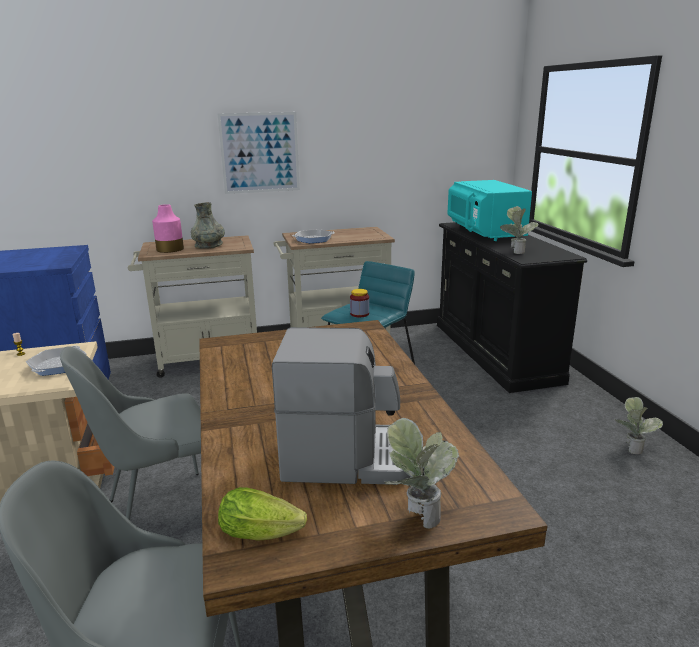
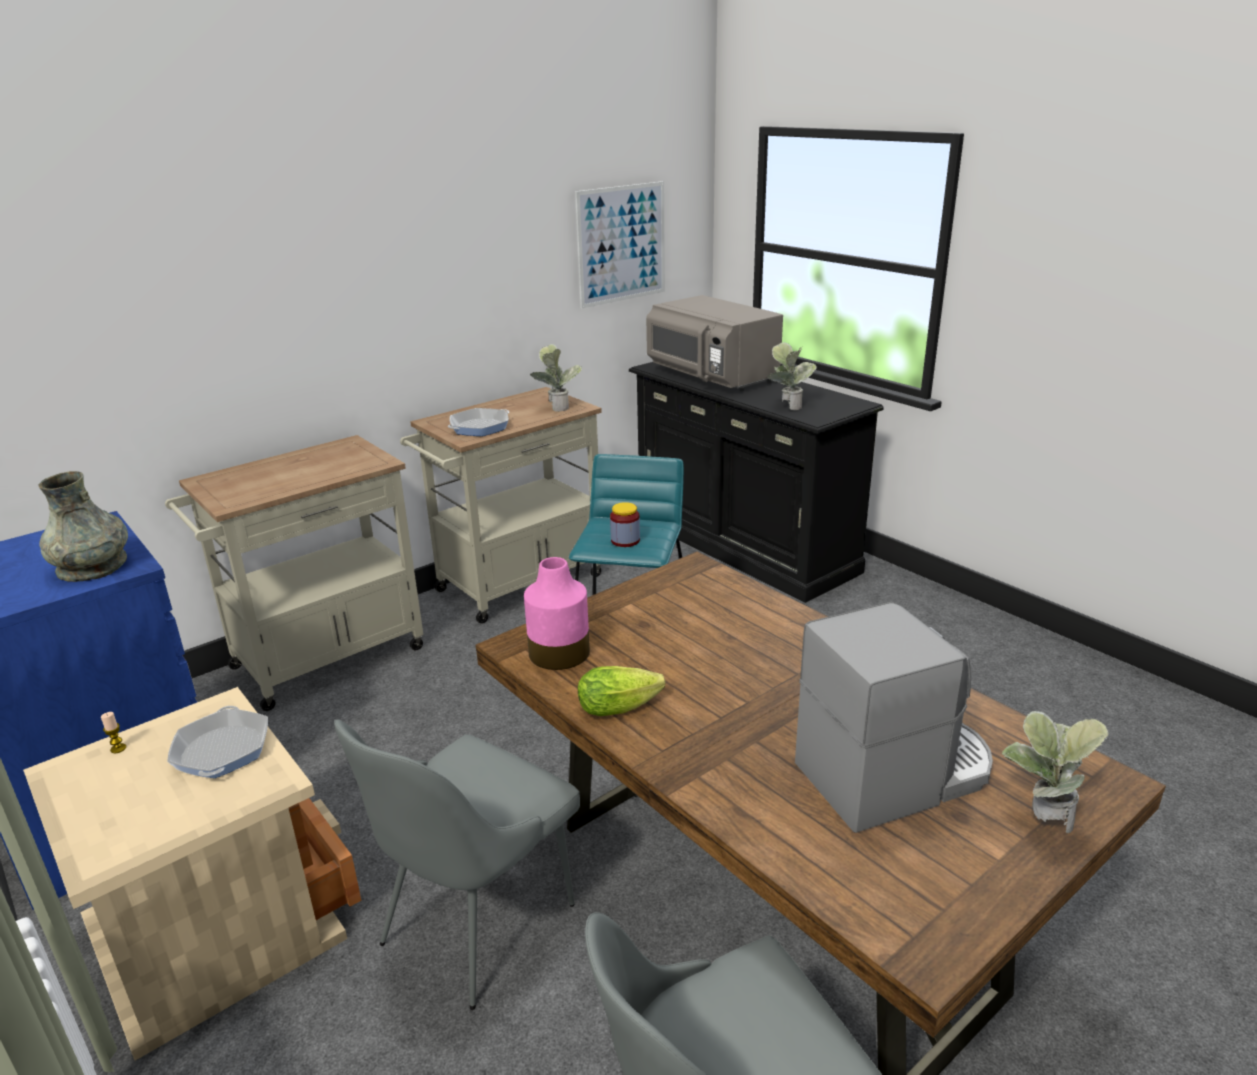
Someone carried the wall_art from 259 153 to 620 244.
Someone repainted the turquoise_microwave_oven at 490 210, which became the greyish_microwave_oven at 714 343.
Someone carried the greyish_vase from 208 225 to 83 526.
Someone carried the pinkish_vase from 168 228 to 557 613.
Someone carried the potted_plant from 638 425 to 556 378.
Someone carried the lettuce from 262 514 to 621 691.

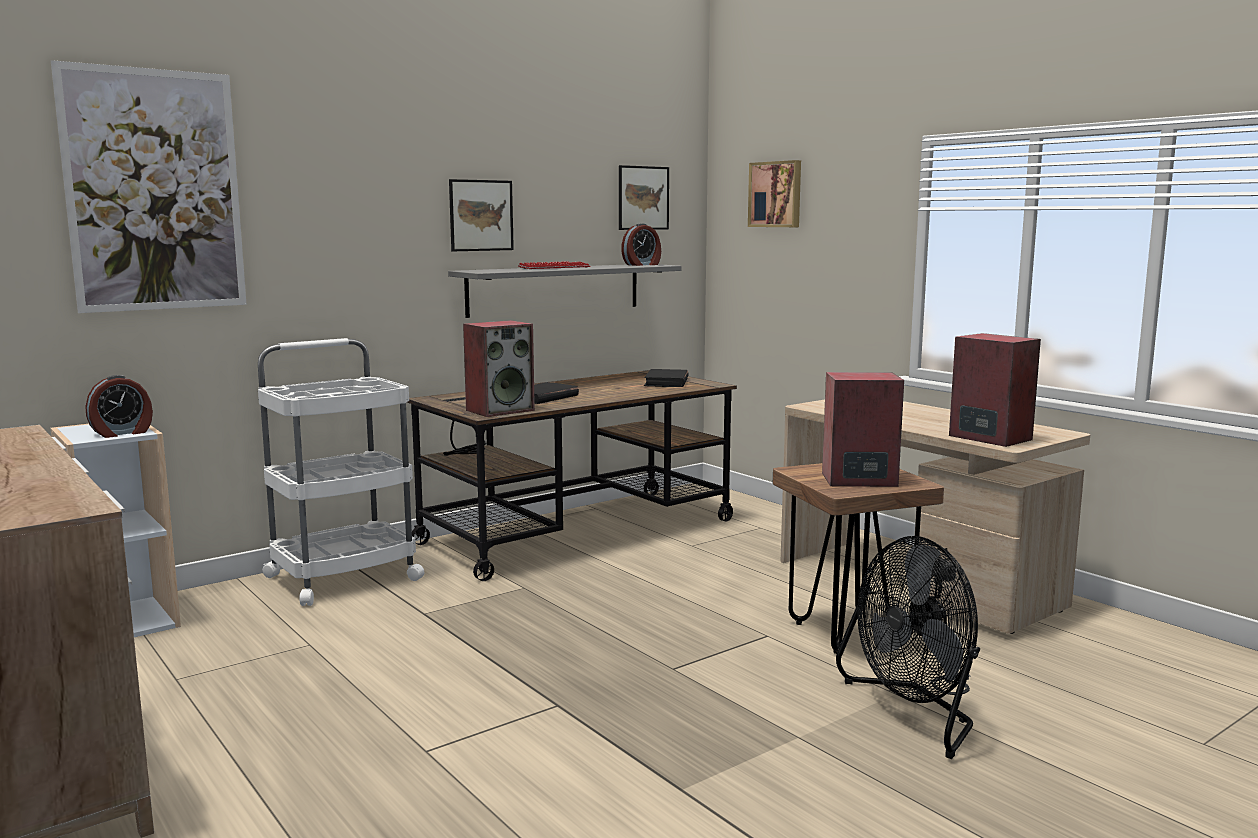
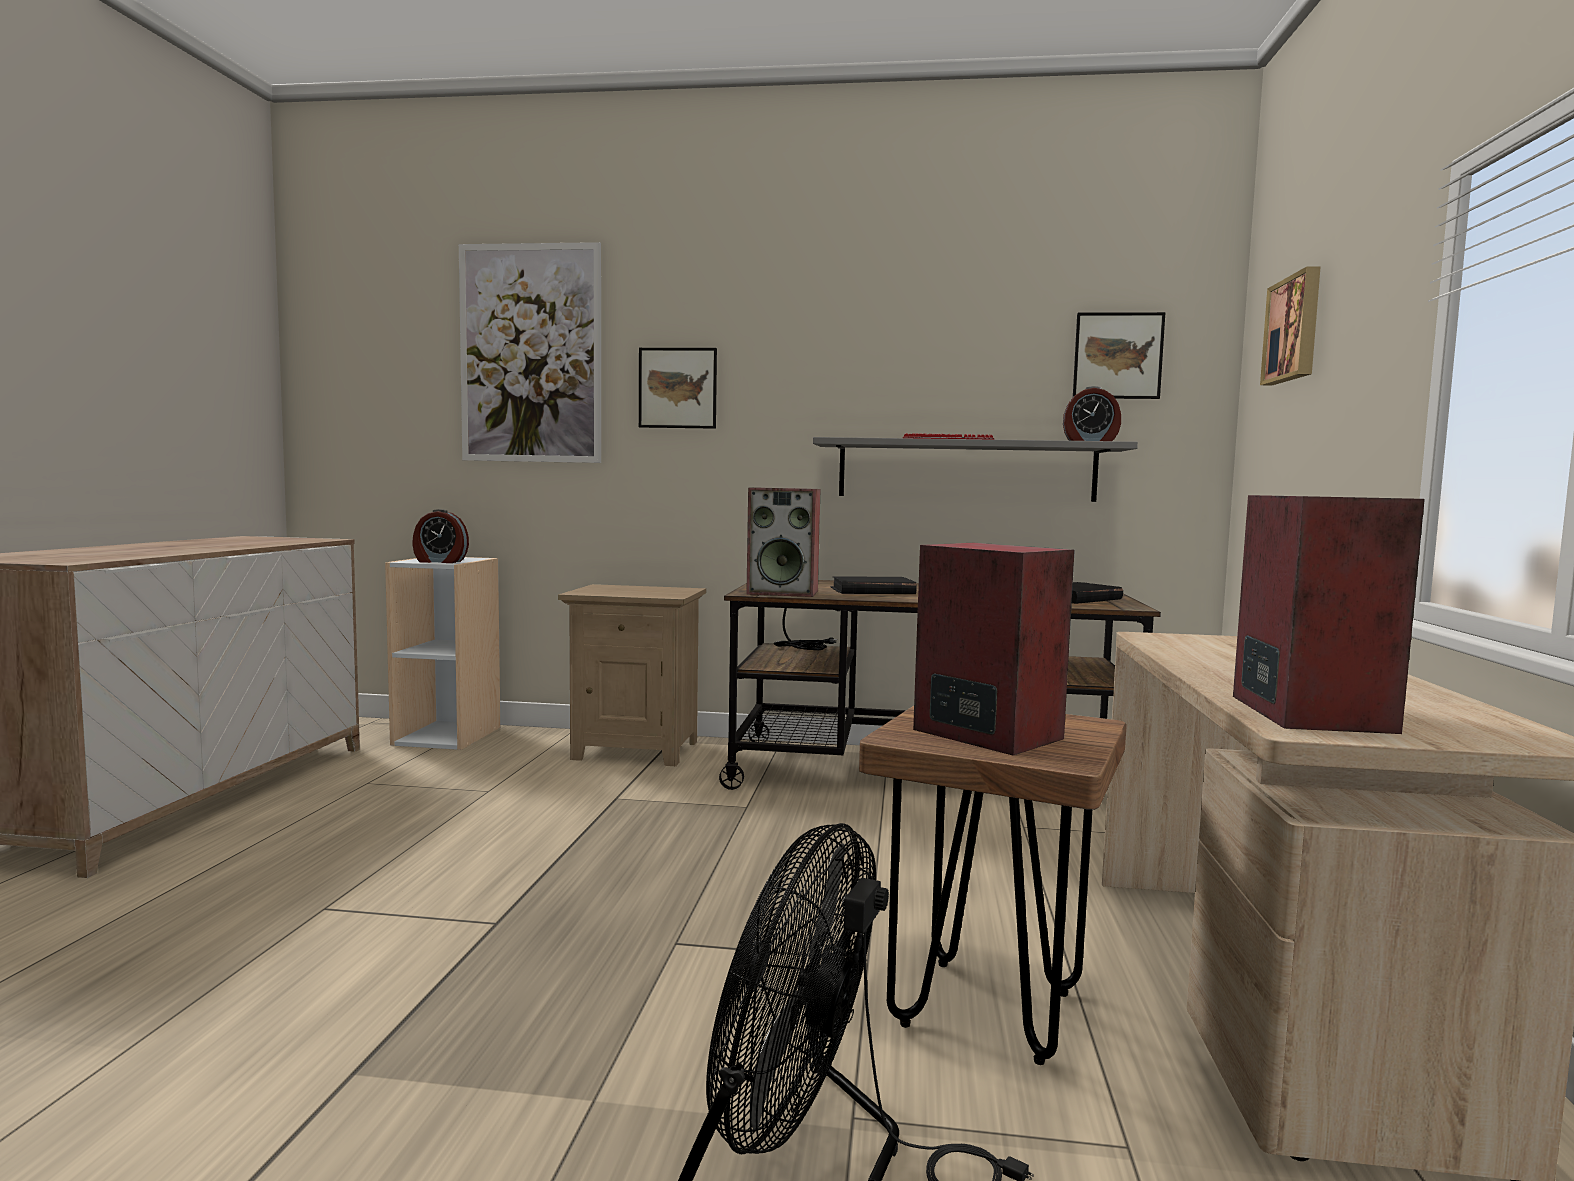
Someone carried the wall_art from 481 215 to 678 388.
Someone swapped the white-coloured_trolley at 341 472 for the sand-coloured_night_table at 632 675.

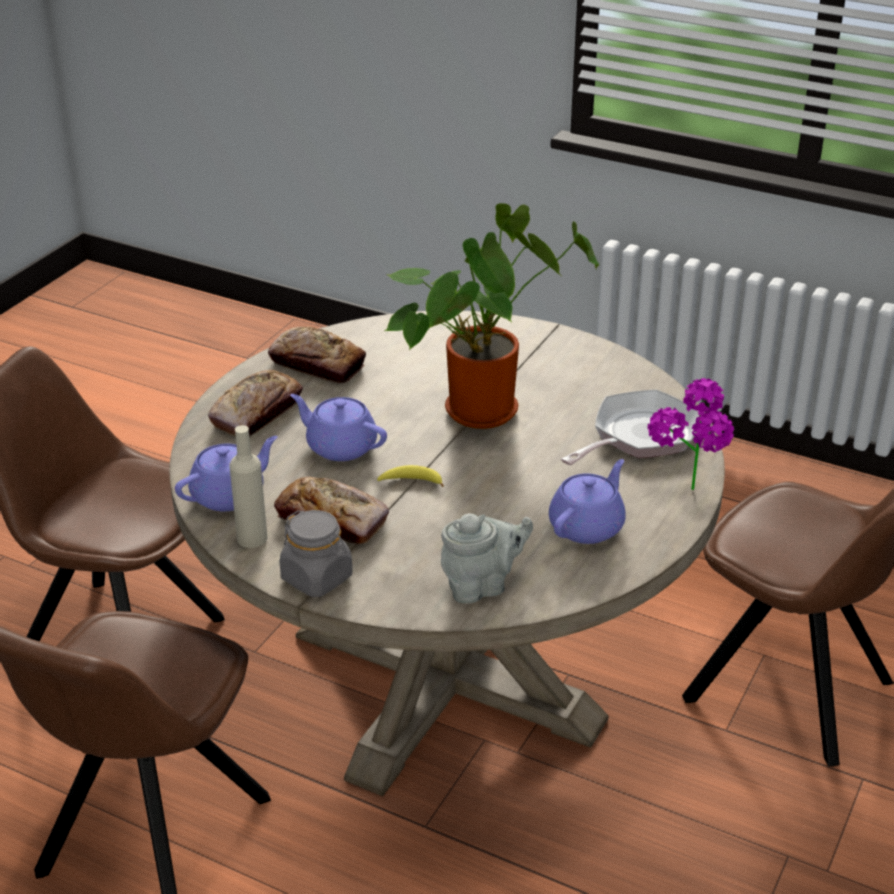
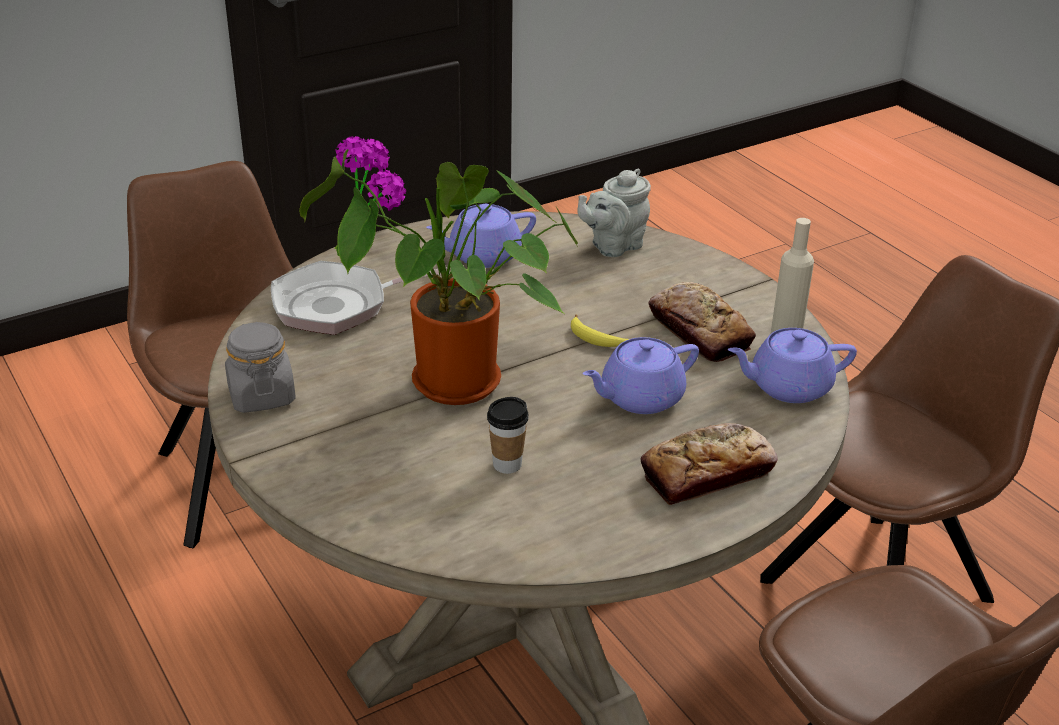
Someone took away the bakery_bread at 317 355.
Someone rotated the purple-coloured_pot_for_tea at 338 427 by 90 degrees clockwise.
Someone carried the greyish_jar from 316 553 to 260 367.
Someone rotated the greyish_pot_for_tea at 487 559 by 45 degrees counterclockwise.
Someone put down the drinking_cup at 508 435.

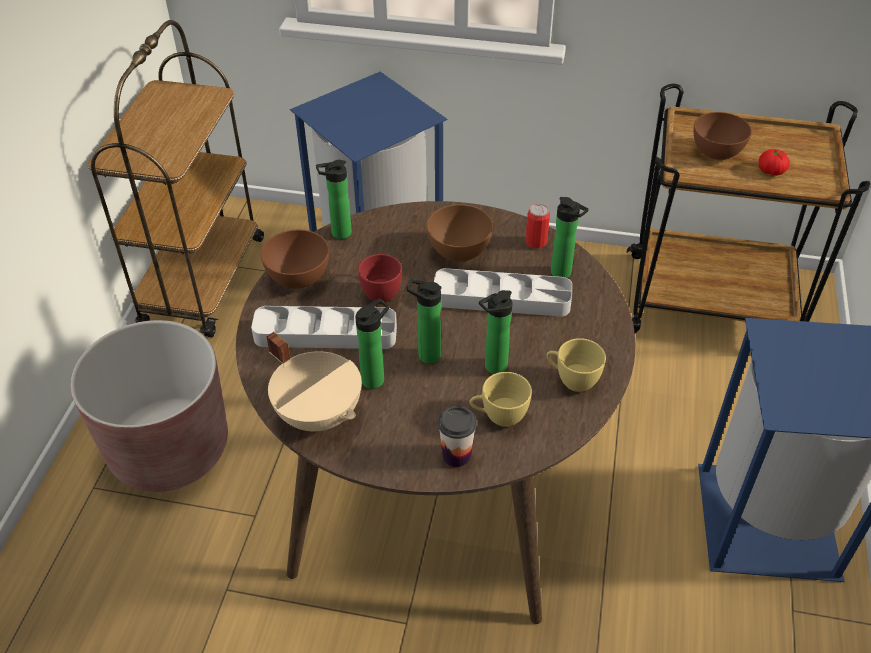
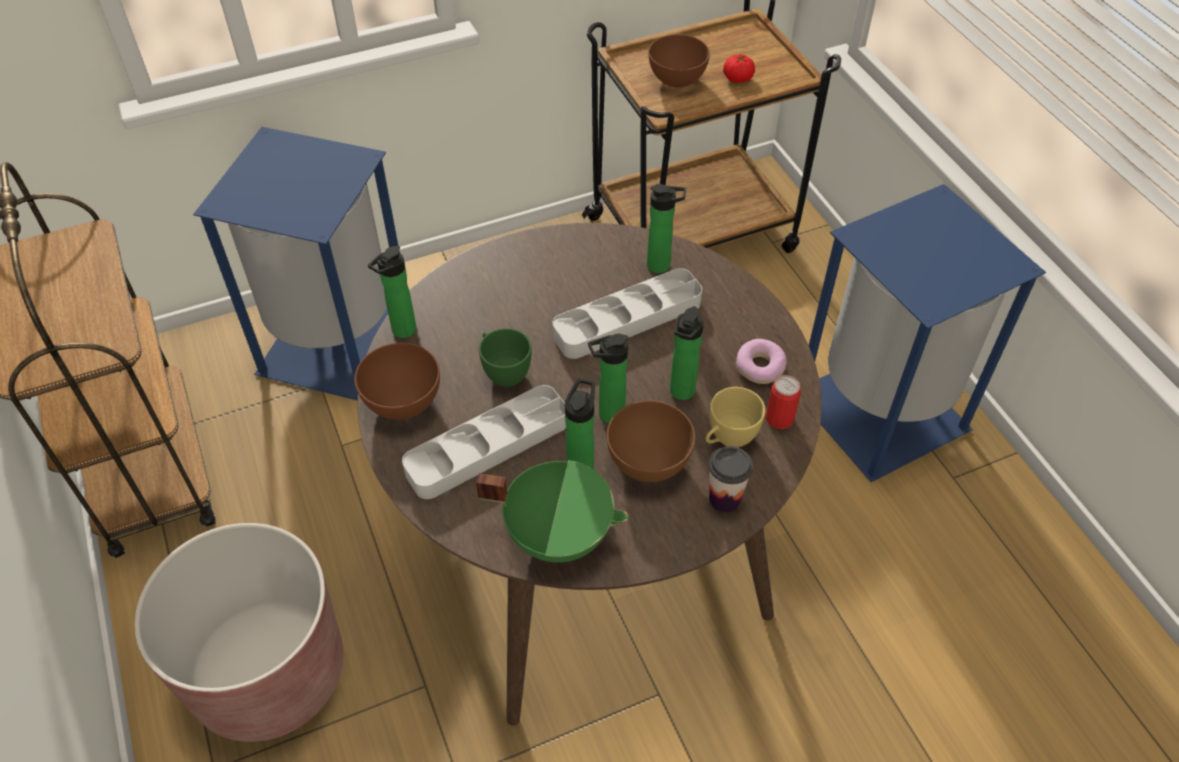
Someone carried the brown-coloured_serving_bowl from 460 233 to 651 441.
Someone carried the metal_can from 537 226 to 783 402.
Someone repainted the reddish_drinking_cup at 380 278, which became the green-coloured_drinking_cup at 505 357.
Someone repainted the sand-coloured_saucepot at 314 382, which became the green-coloured_saucepot at 552 511.
Someone swapped the yellow_drinking_cup at 576 365 for the ring_doughnut at 761 361.

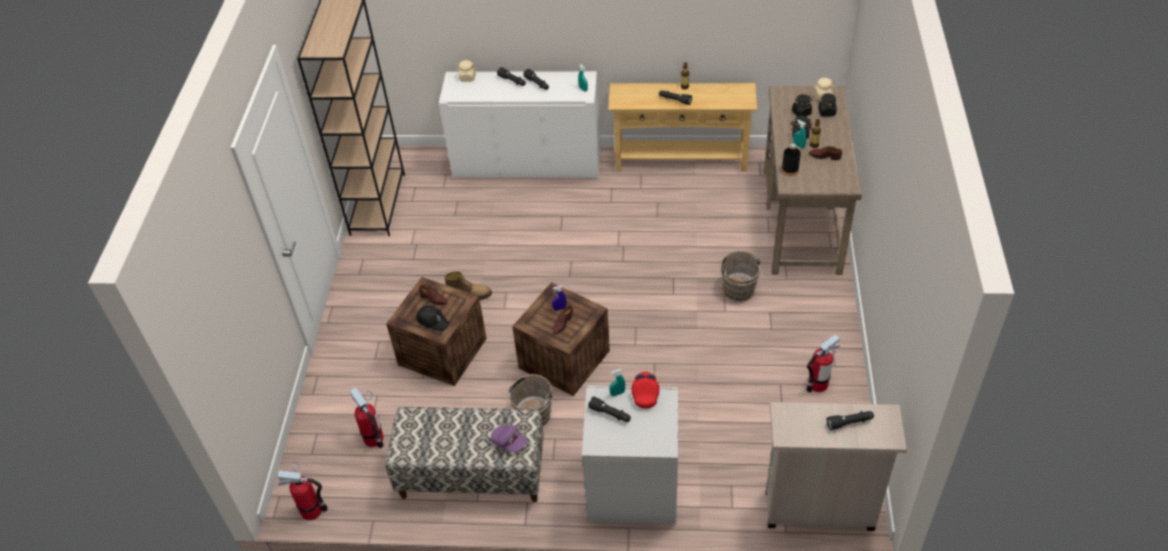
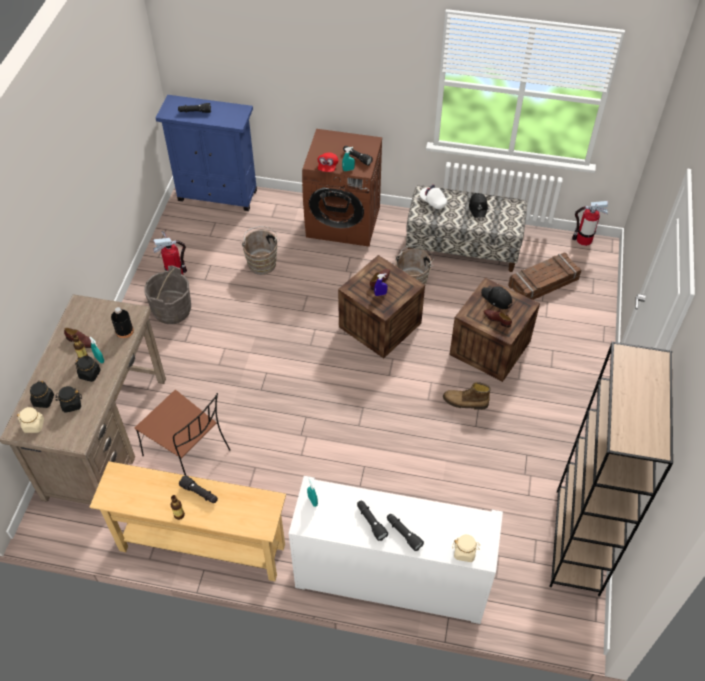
Someone carried the brown-coloured_bucket from 741 276 to 260 250.
Someone repainted the white-coloured_laundry_machine at 630 454, which became the brown-coloured_laundry_machine at 342 188.
Someone swapped the fire-fighting_cylinder at 367 417 for the crate at 545 276.
Someone repainted the sand-coloured_storage_cabinet at 836 466, which became the bluish_storage_cabinet at 206 153.
Someone repainted the purple-coloured_cap at 509 438, which became the white-coloured_cap at 433 196.
Someone put down the blackish_cap at 478 205.
Someone put down the greyish_bucket at 167 294.
Someone put down the brown-coloured_upright_chair at 182 432.

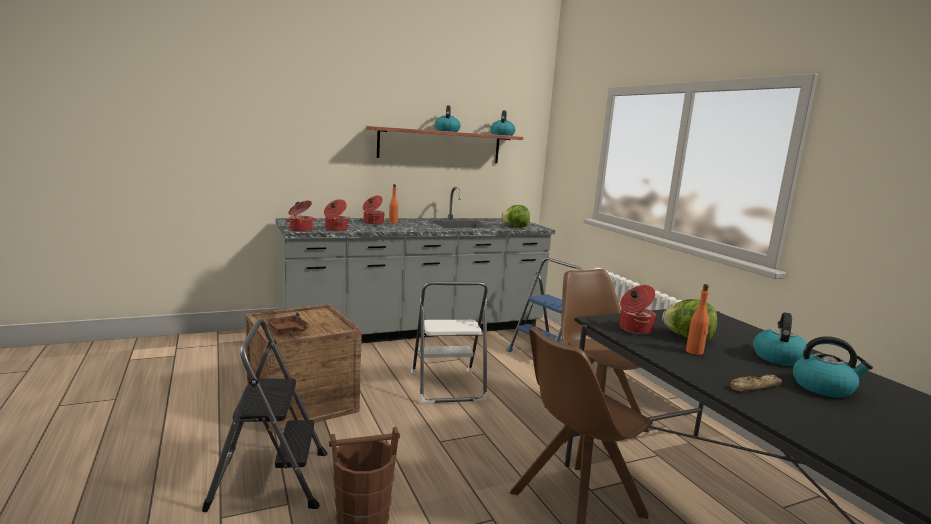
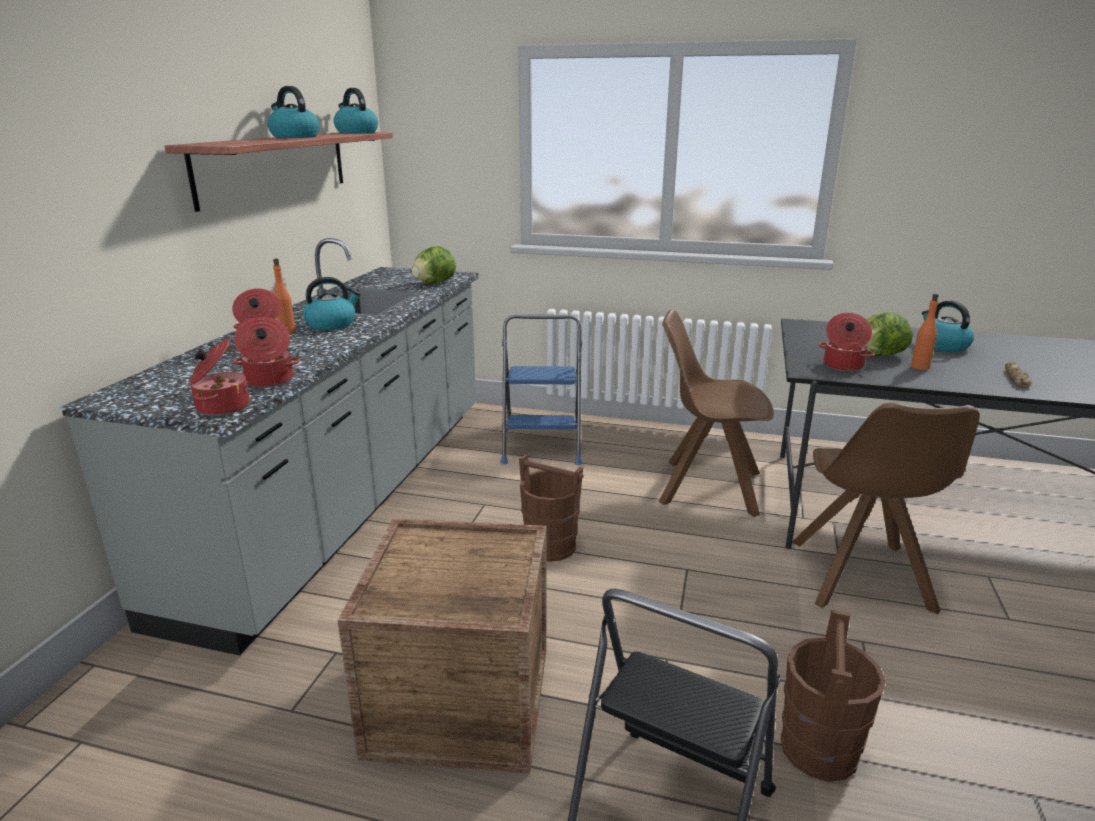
Someone swapped the white-coloured_stepladder at 449 342 for the brown-coloured_bucket at 551 508.
Someone took away the brown-coloured_tray at 287 323.
Someone carried the tea_kettle from 833 367 to 331 303.

